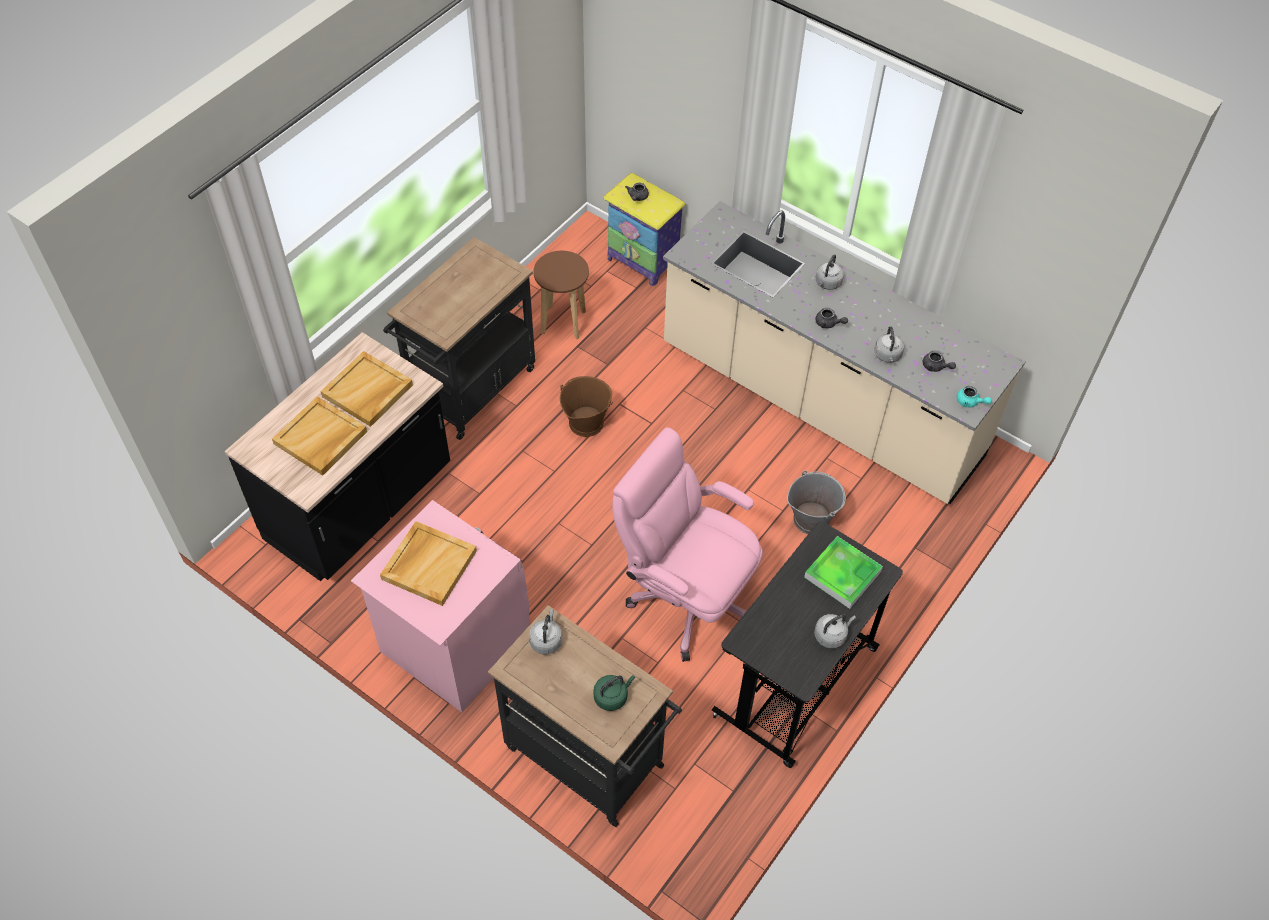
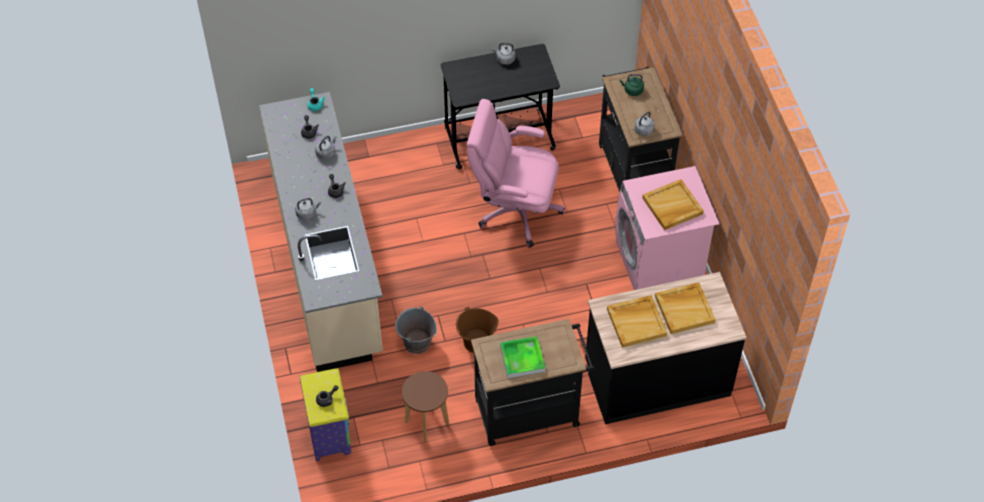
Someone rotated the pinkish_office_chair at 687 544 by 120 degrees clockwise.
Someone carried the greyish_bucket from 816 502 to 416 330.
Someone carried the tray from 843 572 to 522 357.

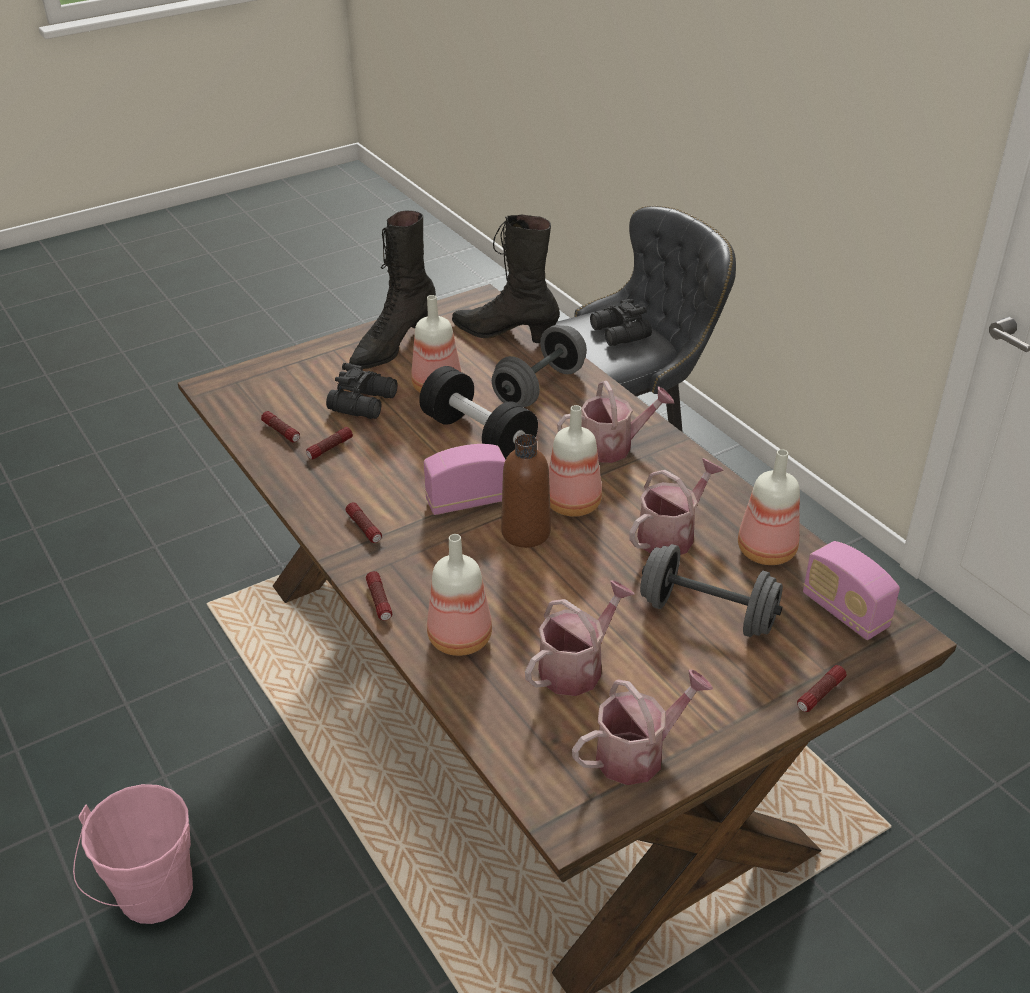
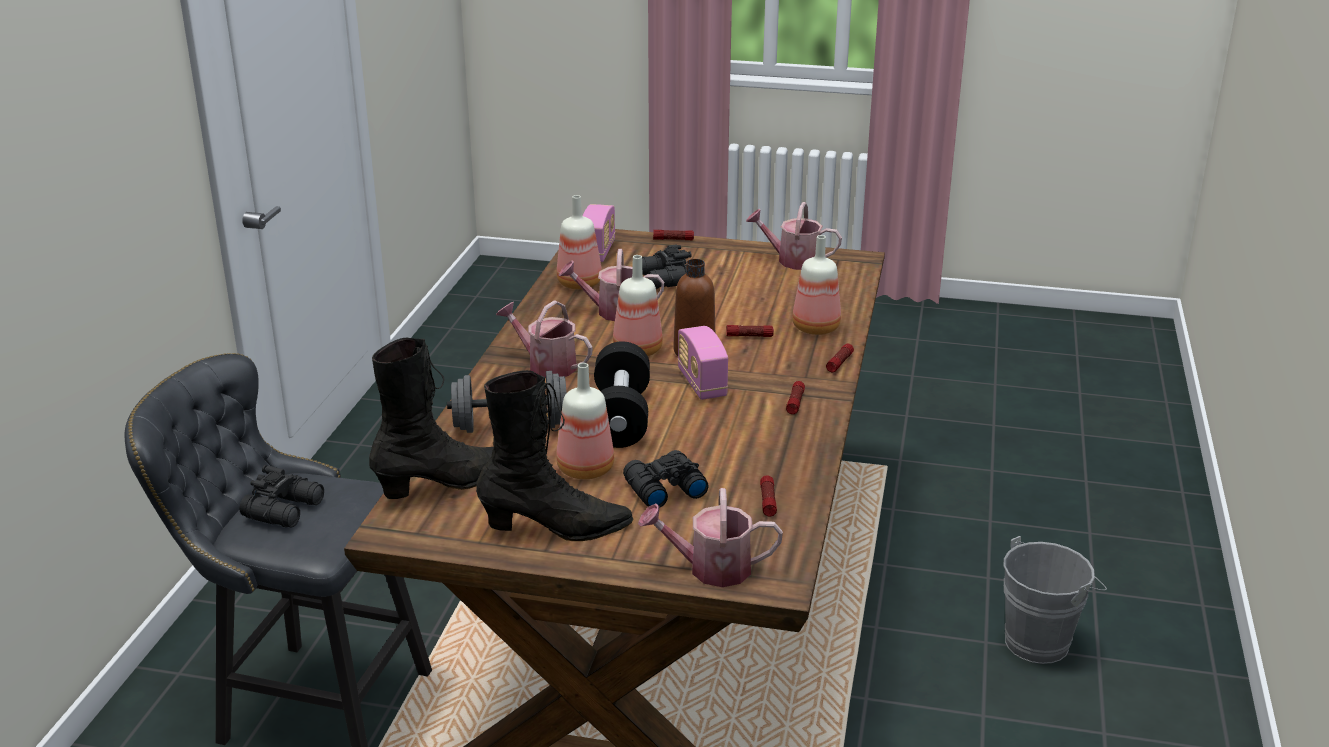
Someone rotated the blackish_high-top_boot at 506 279 by 105 degrees counterclockwise.
Someone carried the flashlight from 329 443 to 750 331.
Someone rotated the radio at 464 479 by 45 degrees clockwise.
Someone swapped the greyish_hand_weight at 711 590 for the blackish_field_glasses at 667 266.
Someone carried the watering_pot from 579 638 to 710 537.
Someone repainted the pinkish_bucket at 133 854, which became the greyish_bucket at 1055 600.

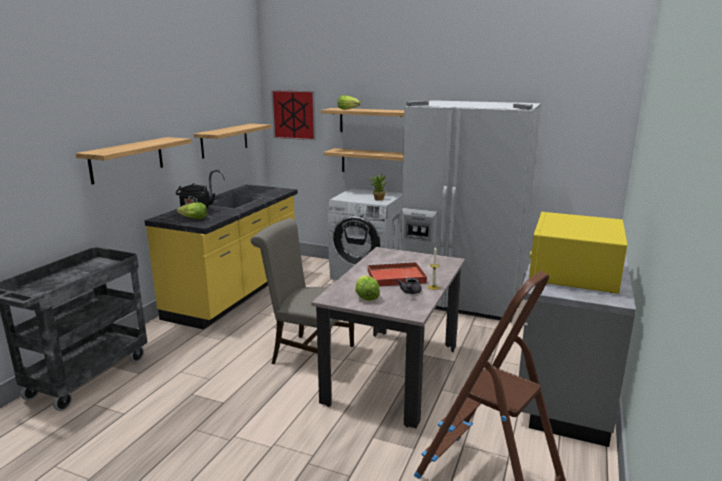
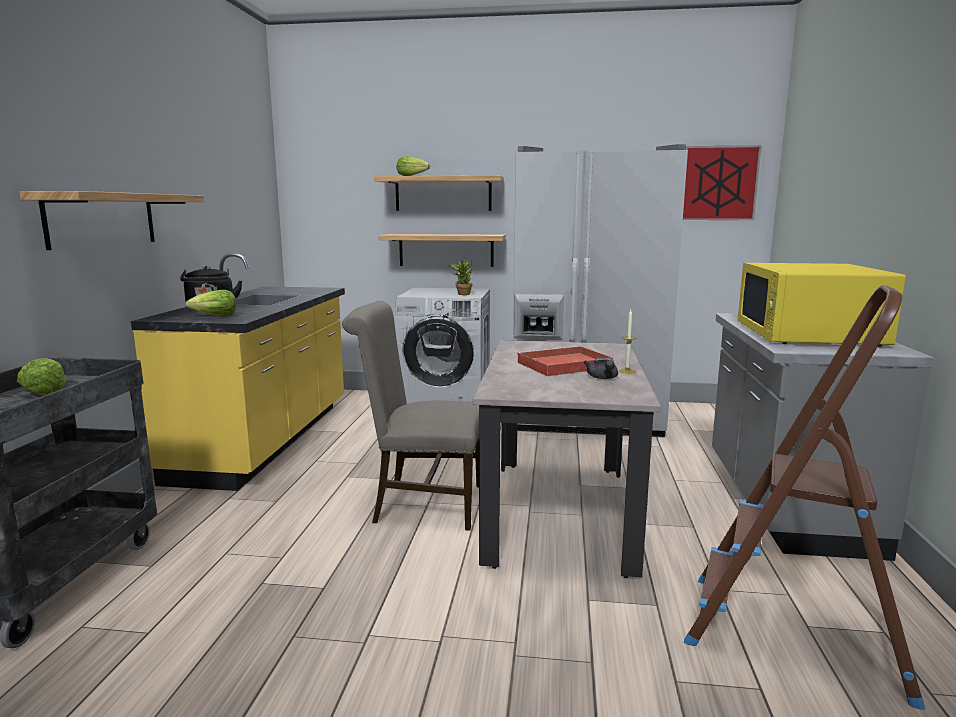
Someone carried the wall_art from 293 115 to 722 182.
Someone took away the shelf at 232 141.
Someone carried the lettuce from 367 288 to 41 376.

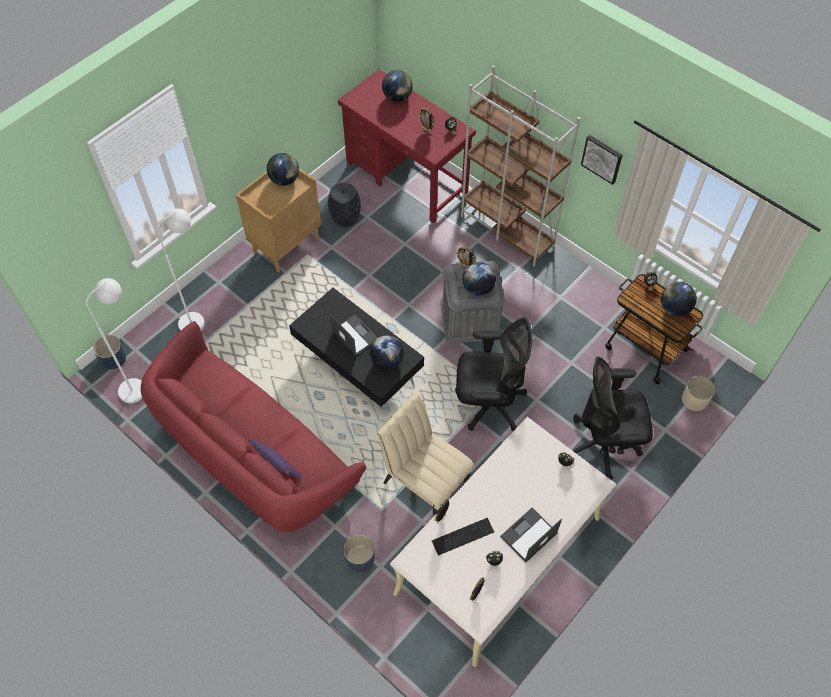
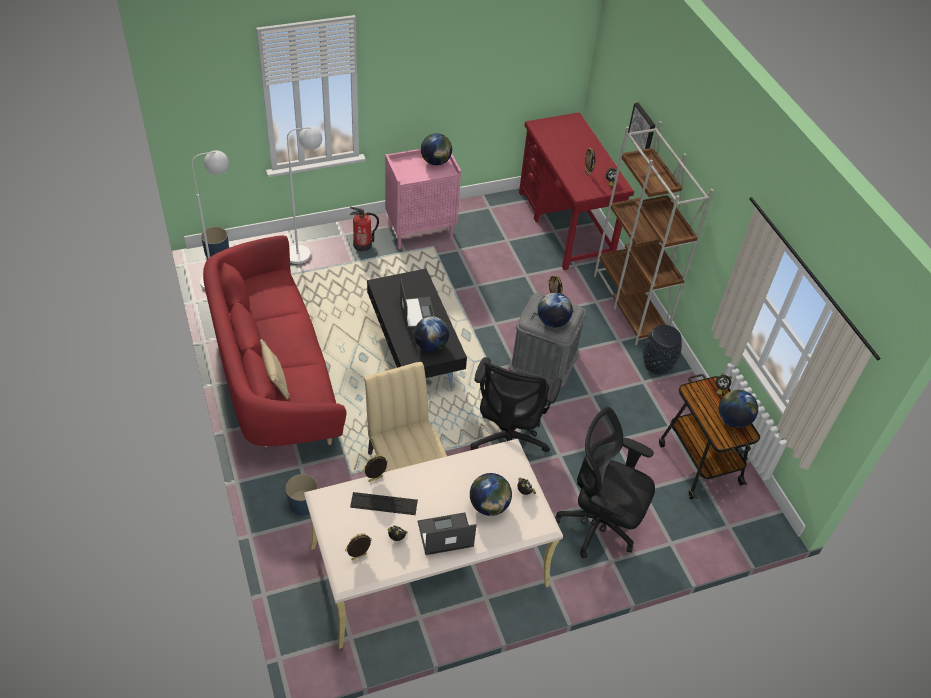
Someone carried the desk_globe from 397 86 to 491 494.
Someone carried the wall_art from 601 160 to 641 126.
Someone repainted the brown-coloured_storage_cabinet at 278 220, which became the pinkish_storage_cabinet at 423 199.
Someone carried the blackish_stool_seat from 344 205 to 662 349.
Someone rotated the blackish_office_chair at 493 374 by 75 degrees clockwise.
Someone took away the sand-coloured_flower_pot at 698 393.
Someone repainted the purple-coloured_pillow at 275 458, which became the sand-coloured_pillow at 275 369.
Someone put down the fire-fighting_cylinder at 364 229.

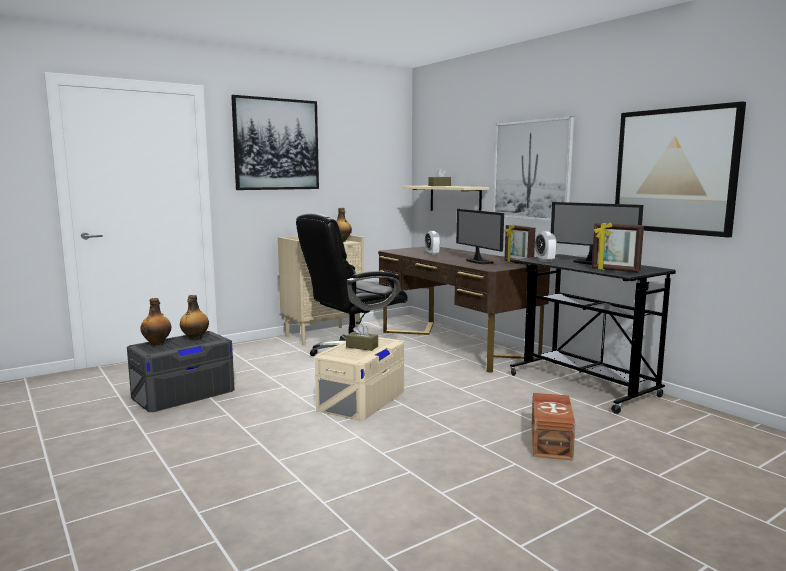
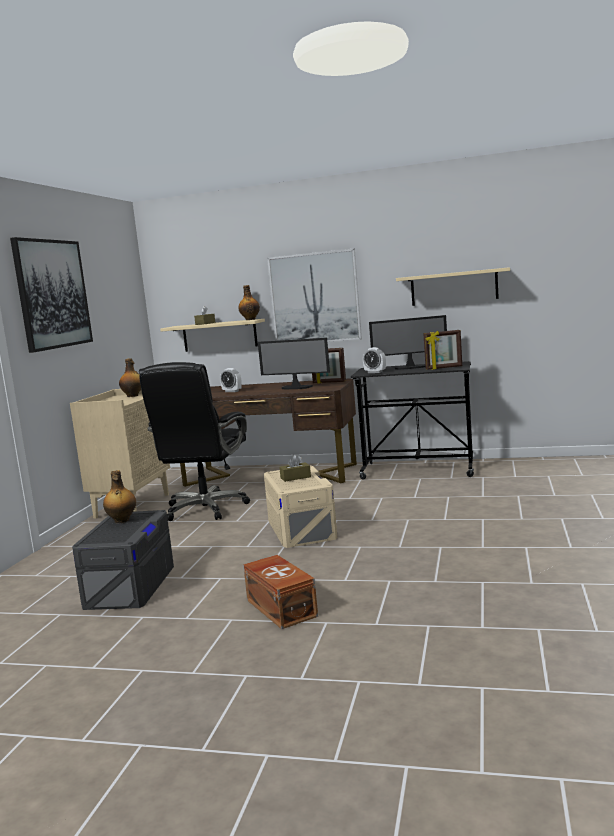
Someone swapped the wall_art at 680 169 for the sand-coloured_shelf at 453 286.
Someone carried the drink_bottle from 155 322 to 249 302.
Someone carried the brown-coloured_storage_box from 553 426 to 280 592.

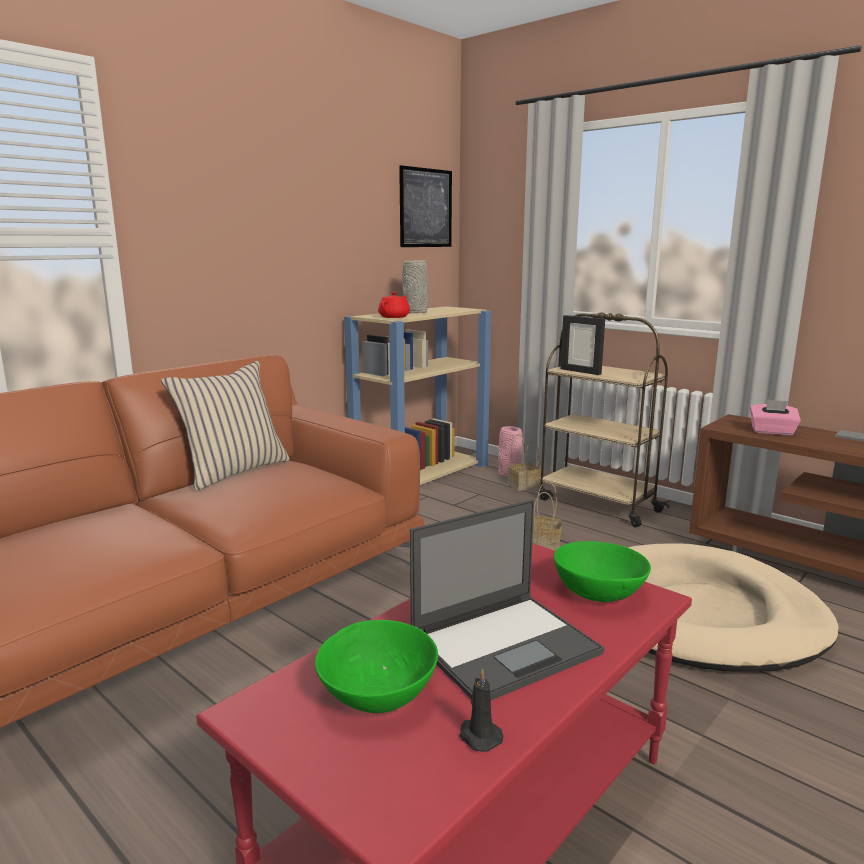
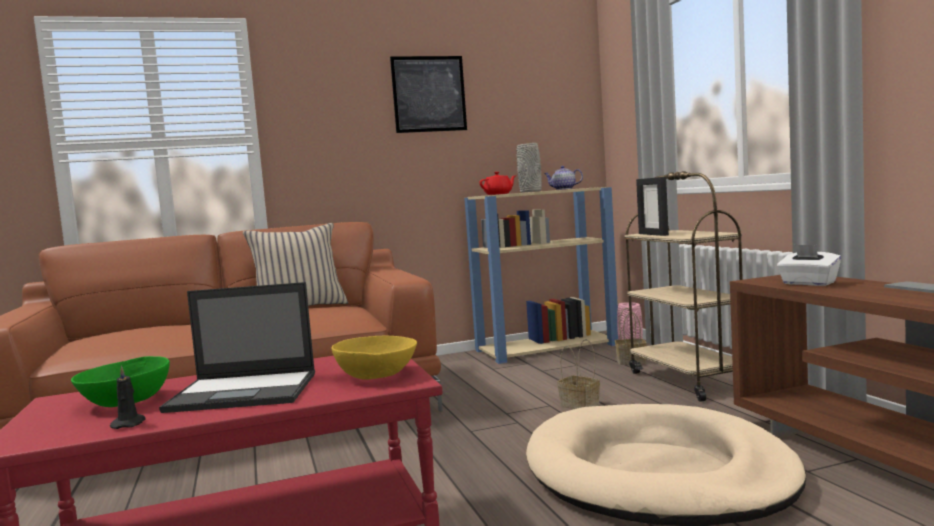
Someone carried the wall_art from 425 206 to 428 94.
Someone repainted the pinkish_tissue_box at 775 417, which became the white-coloured_tissue_box at 809 265.
Someone repainted the green-coloured_serving_bowl at 602 571, which became the yellow_serving_bowl at 374 357.
Someone put down the pot_for_tea at 563 178.

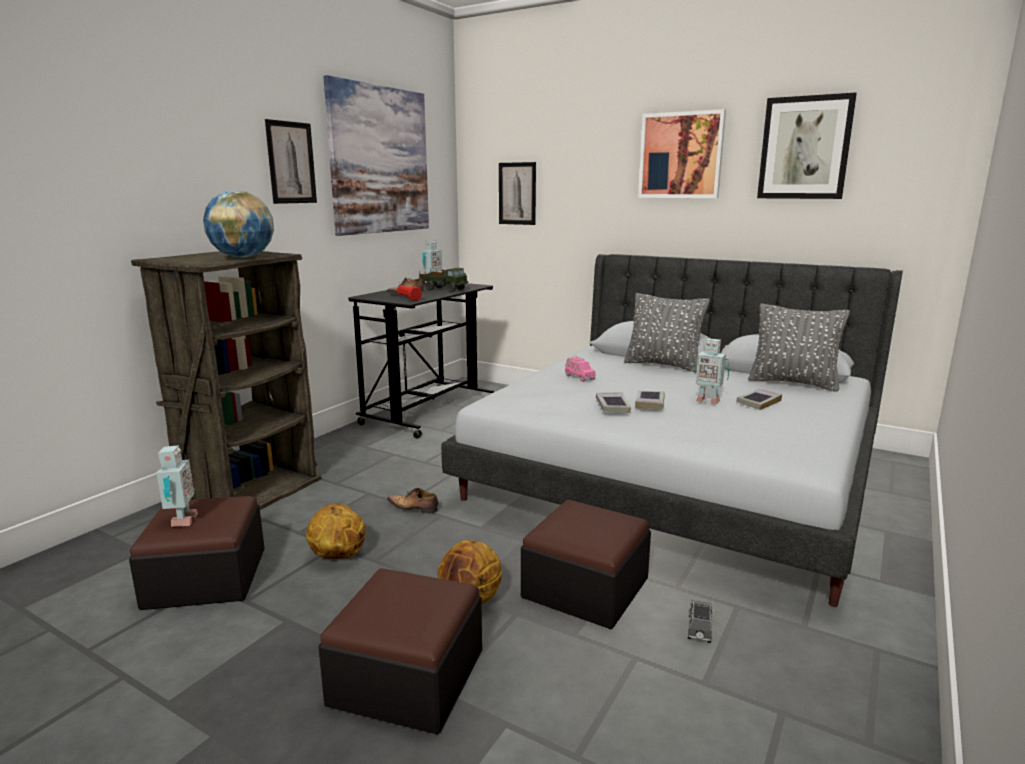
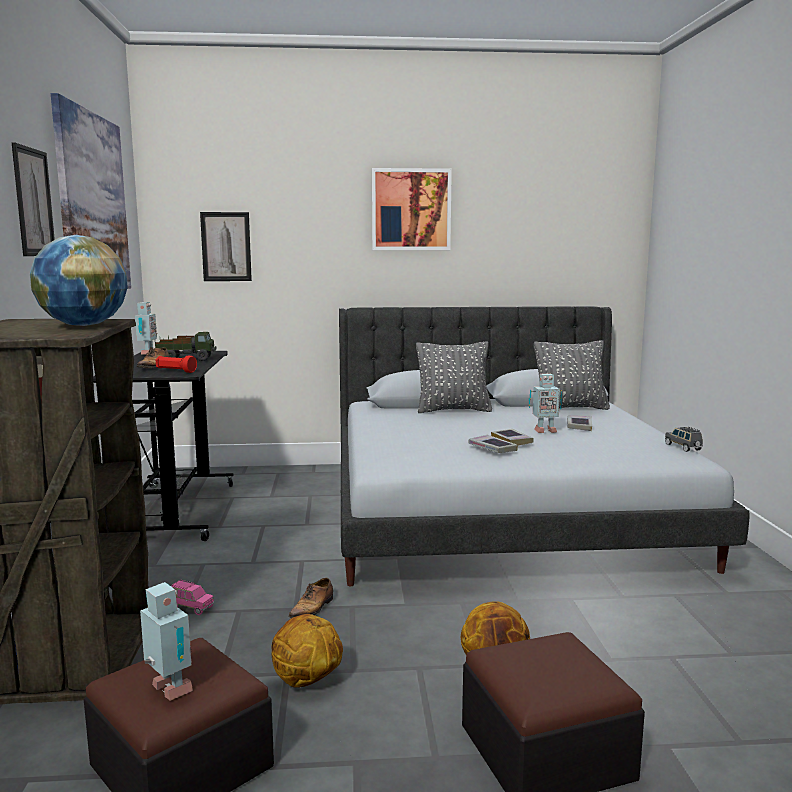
Someone took away the wall_art at 807 146.
Someone carried the pinkish_model_car from 580 369 to 192 597.
Someone rotated the low_shoe at 412 500 by 45 degrees counterclockwise.
Someone took away the ottoman at 586 564.
Someone carried the greyish_model_car from 700 621 to 684 439.

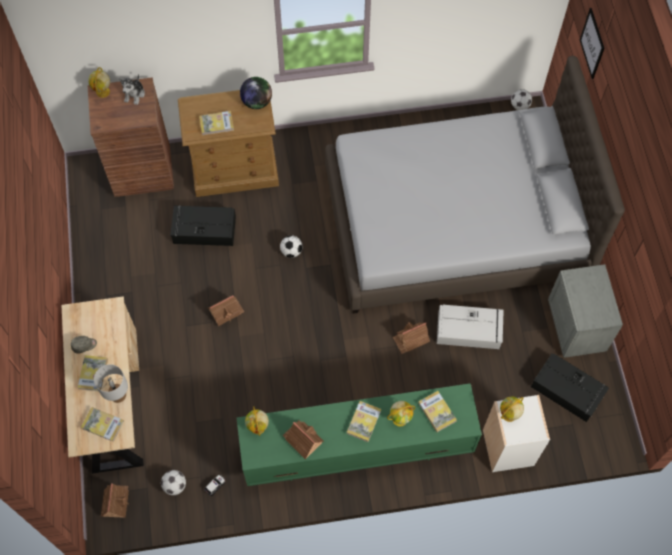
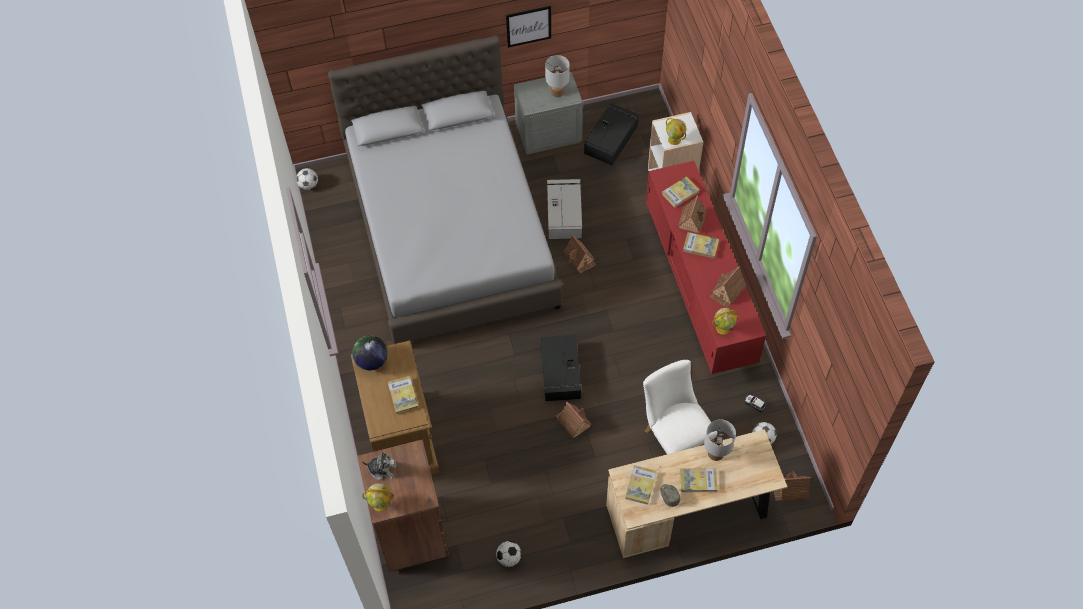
Someone carried the wall_art from 592 43 to 528 26.
Someone carried the blackish_storage_box from 203 225 to 561 368.
Someone carried the ball_for_football from 291 246 to 508 554.
Someone repainted the green-coloured_storage_cabinet at 359 434, which became the reddish_storage_cabinet at 706 267.
Someone swapped the desk_globe at 401 414 for the toy_house at 692 214.
Someone carried the volume from 102 424 to 641 485.
Someone put down the greyish_table_lamp at 557 76.
Someone put down the white-coloured_upright_chair at 680 407.

